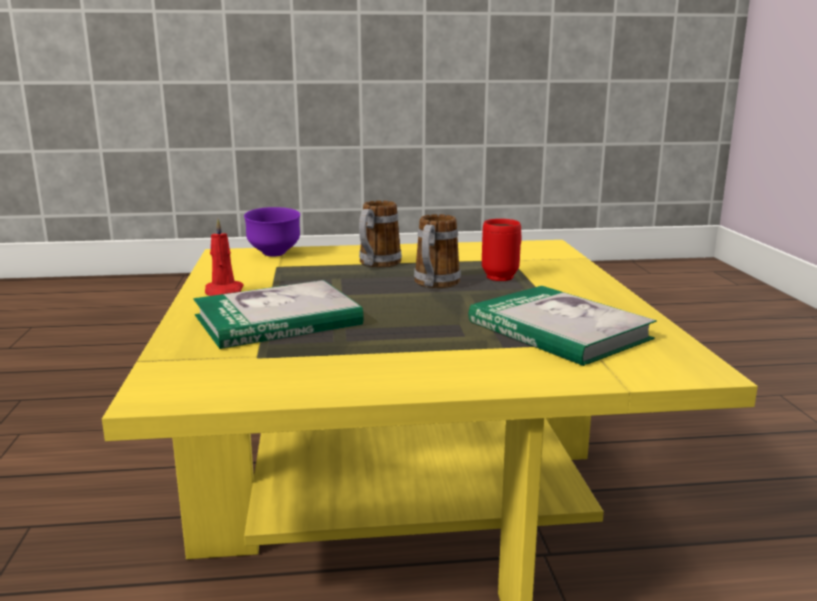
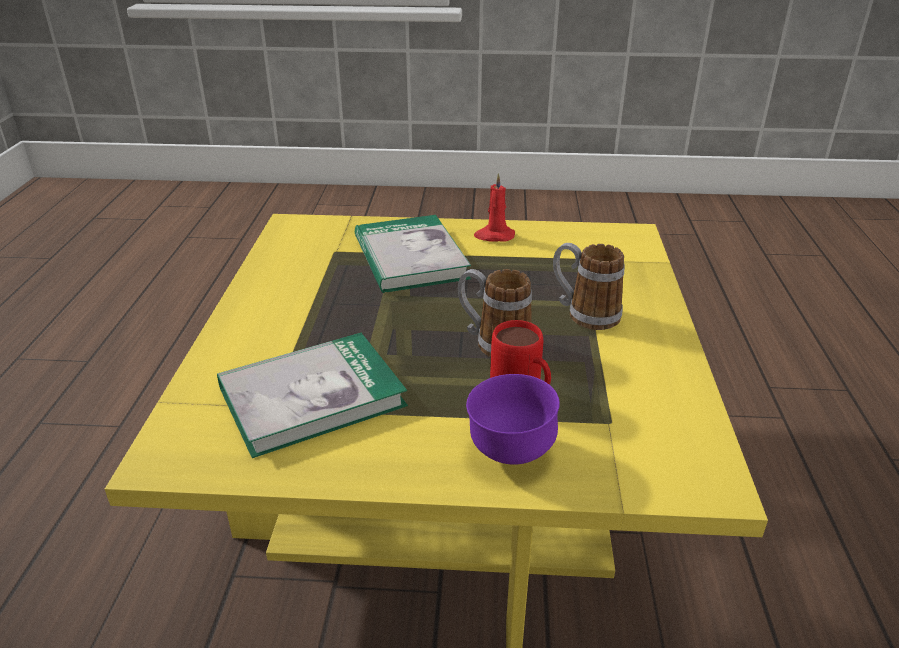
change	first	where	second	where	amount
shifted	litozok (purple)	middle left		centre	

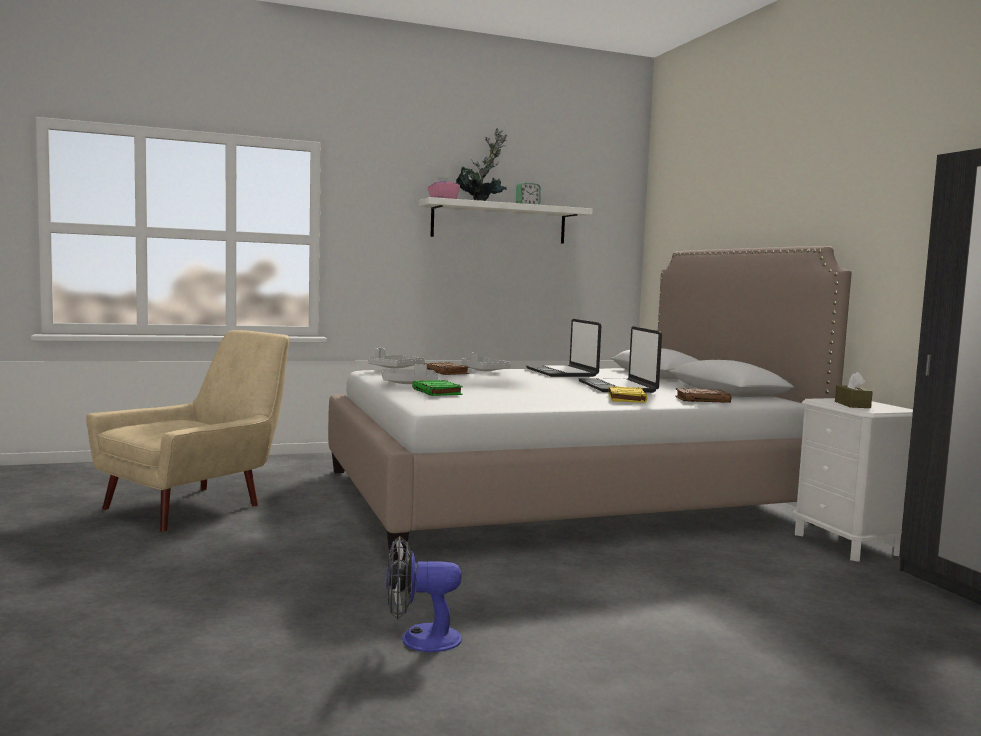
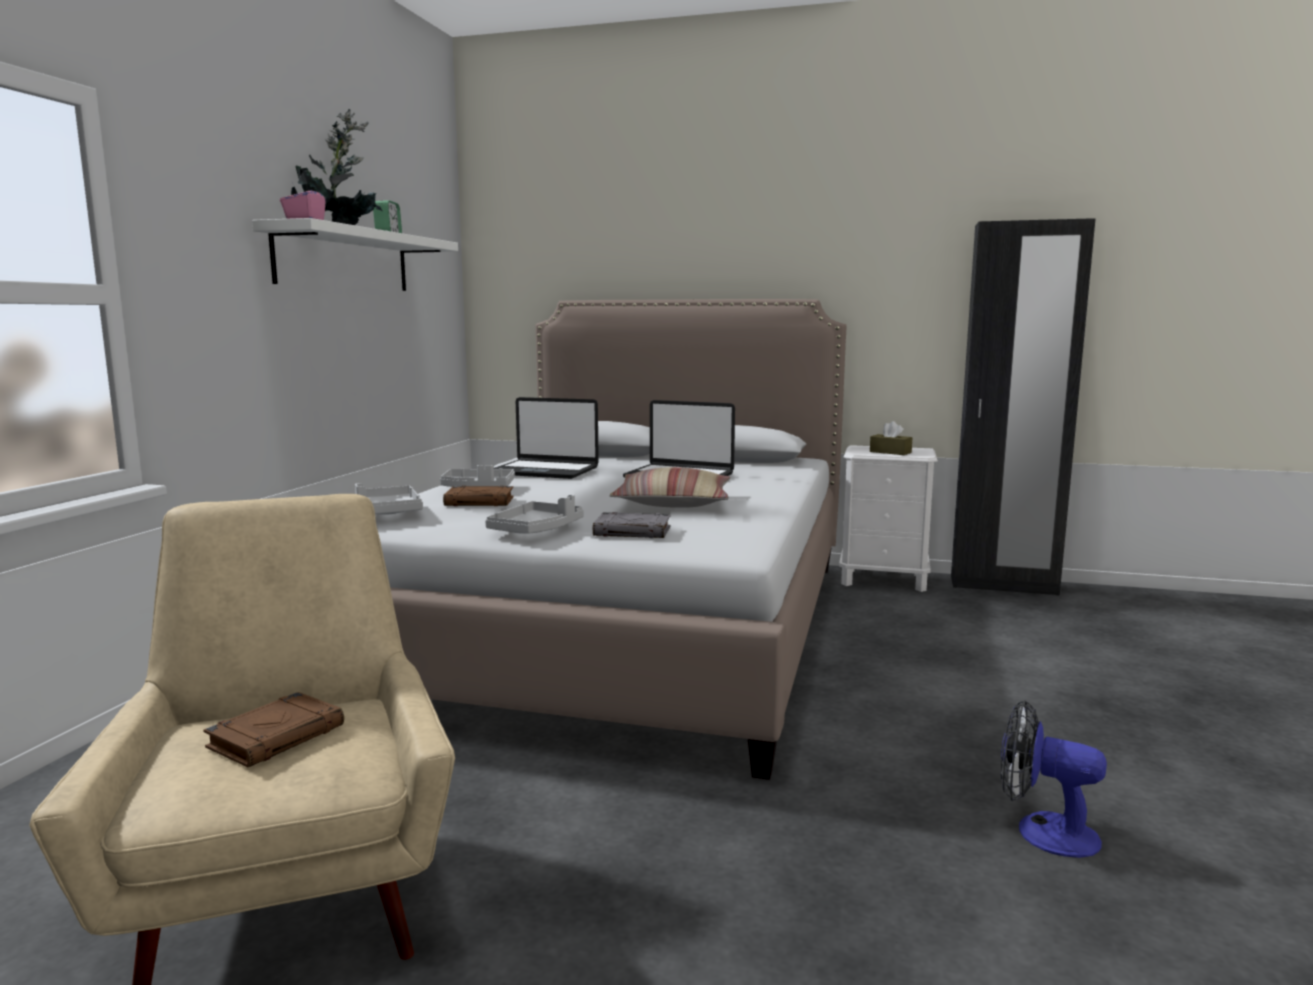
change	first	where	second	where	amount
gone	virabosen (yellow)	centre			
new			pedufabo	centre	
shifted	virabosen (brown) (no. 2 from left in the first image)	middle right	virabosen (brown) (no. 1 from left)	bottom left	
repainted	virabosen (green)	centre	virabosen (grey)	centre	
rotated	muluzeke	bottom centre		bottom right	90 degrees clockwise

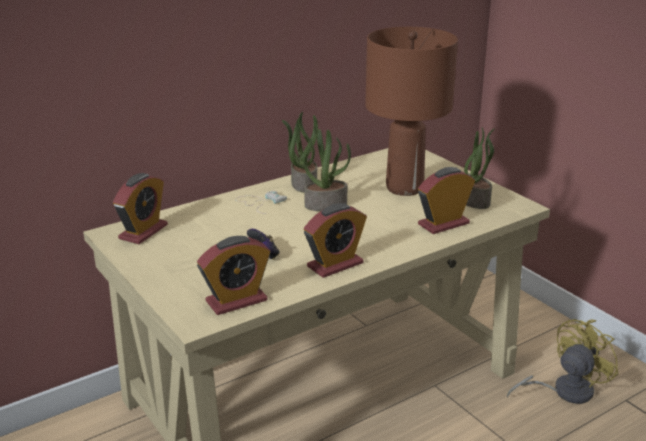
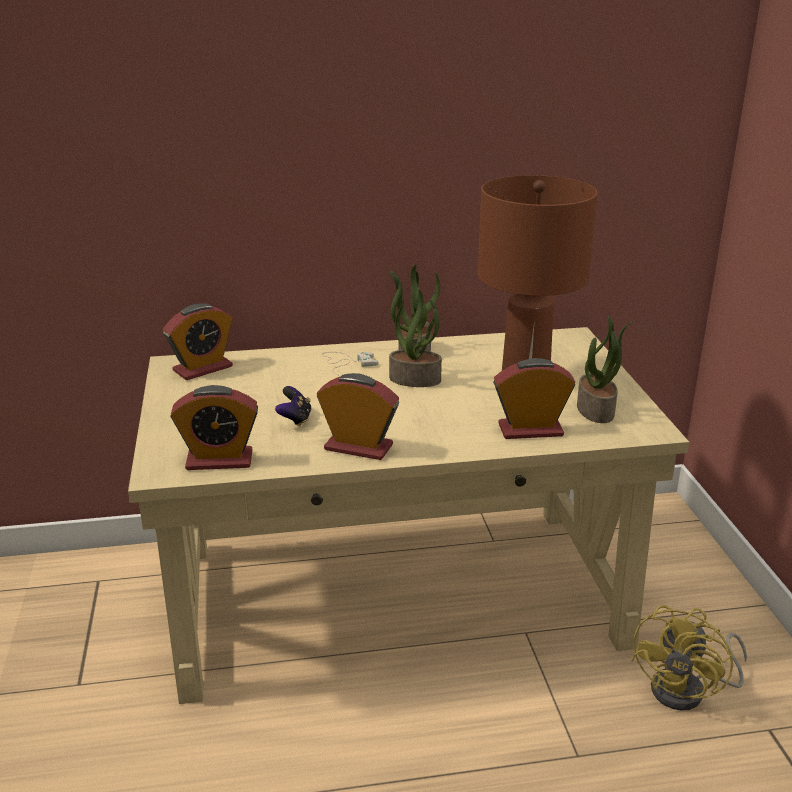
change	first	where	second	where	amount
rotated	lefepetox (no. 3 from left)	centre		centre	150 degrees counterclockwise
rotated	muluzeke (yellow)	bottom right		bottom right	135 degrees clockwise

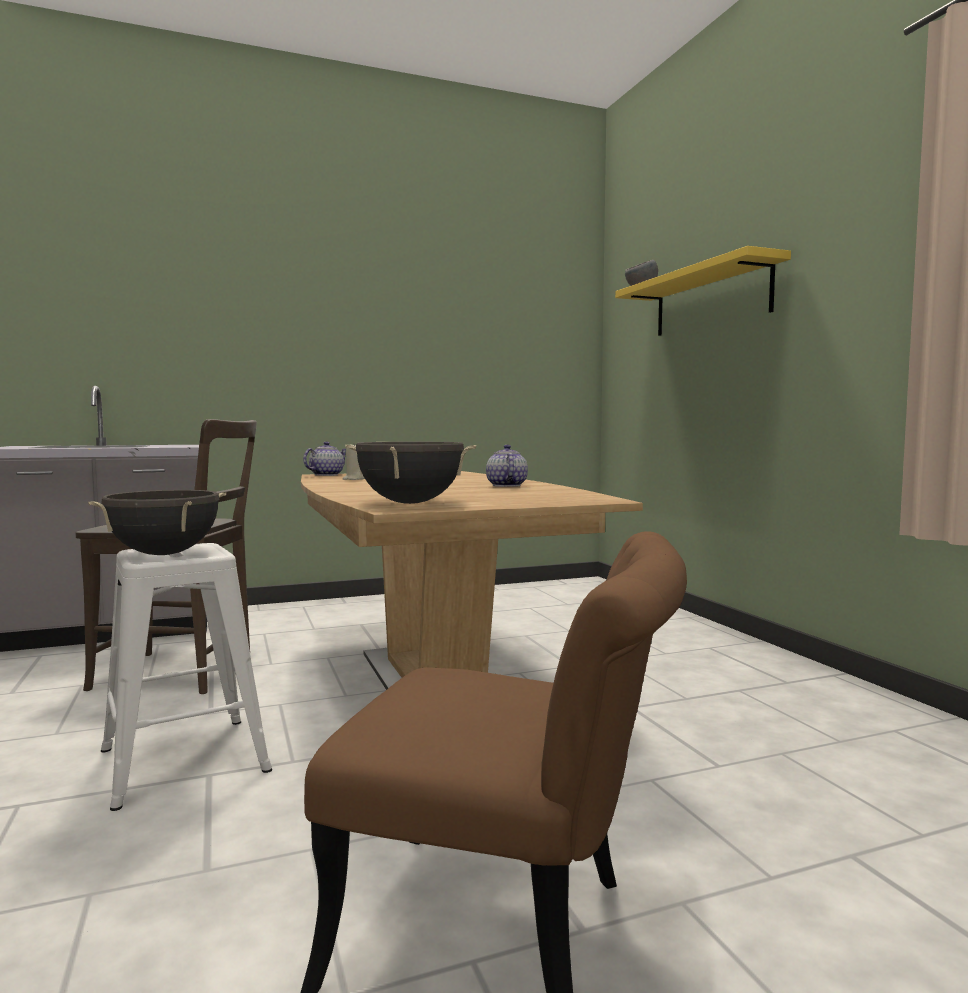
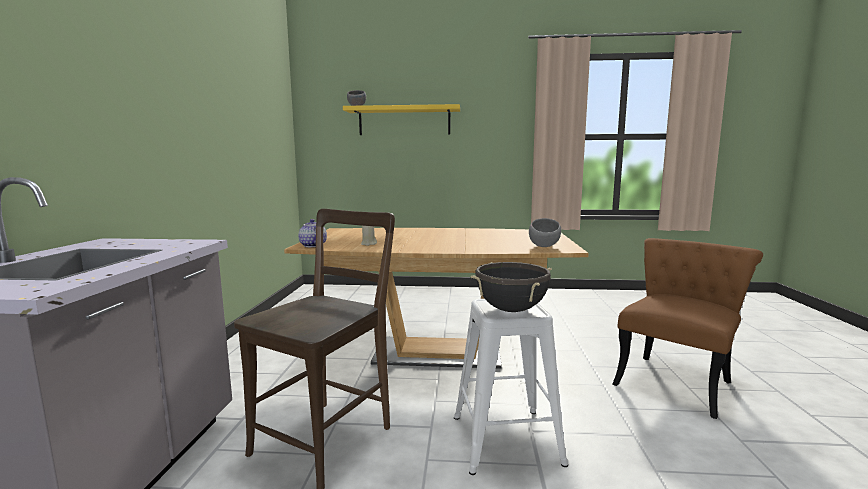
change	first	where	second	where	amount
gone	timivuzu (no. 2 from left)	centre			
swapped	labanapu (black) (no. 2 from left)	centre	litozok (grey) (no. 2 from left)	centre	

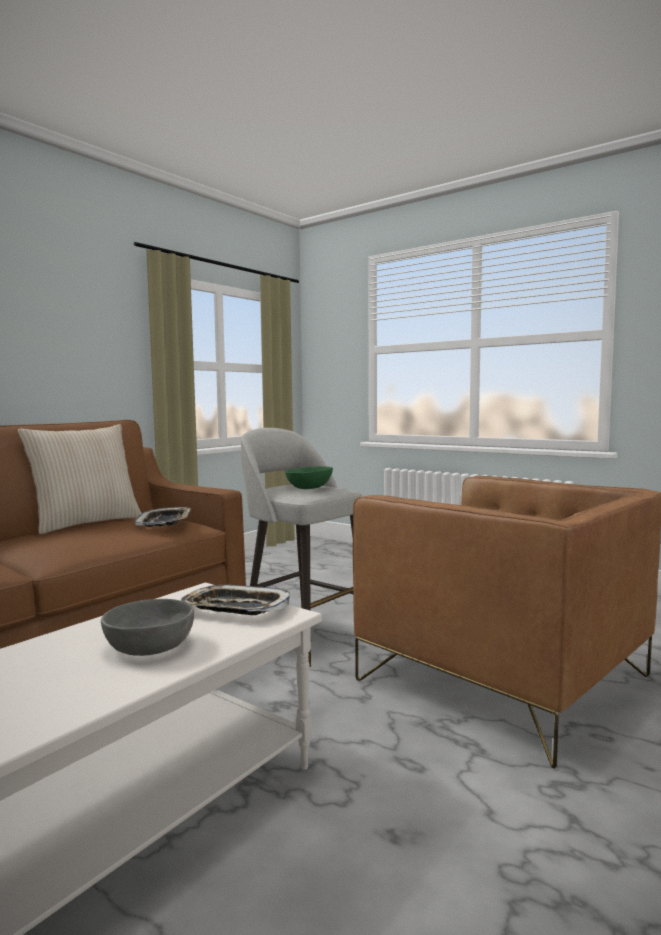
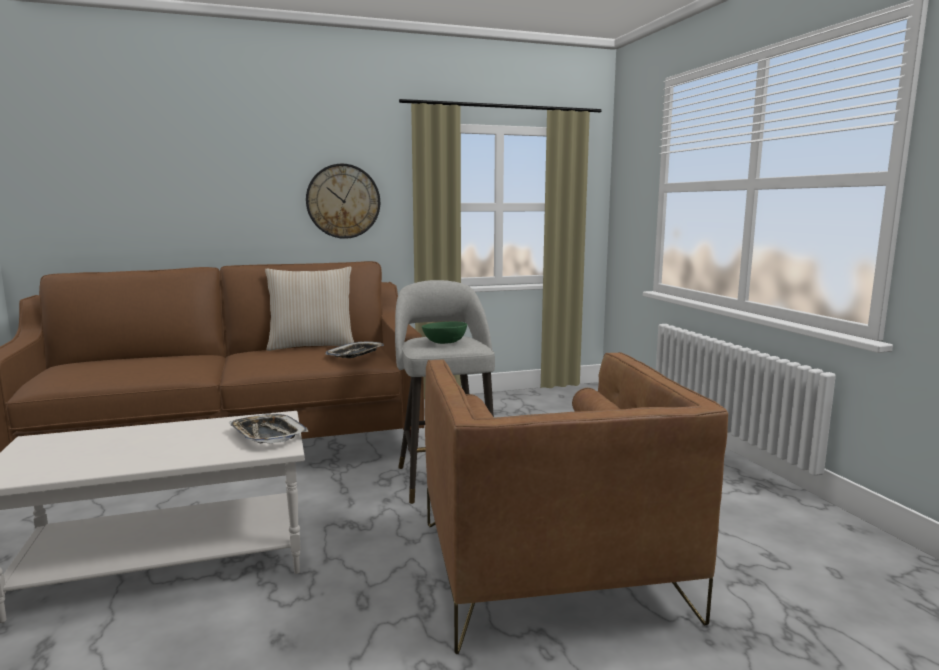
change	first	where	second	where	amount
gone	litozok (grey)	bottom left			
new			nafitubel	top centre	

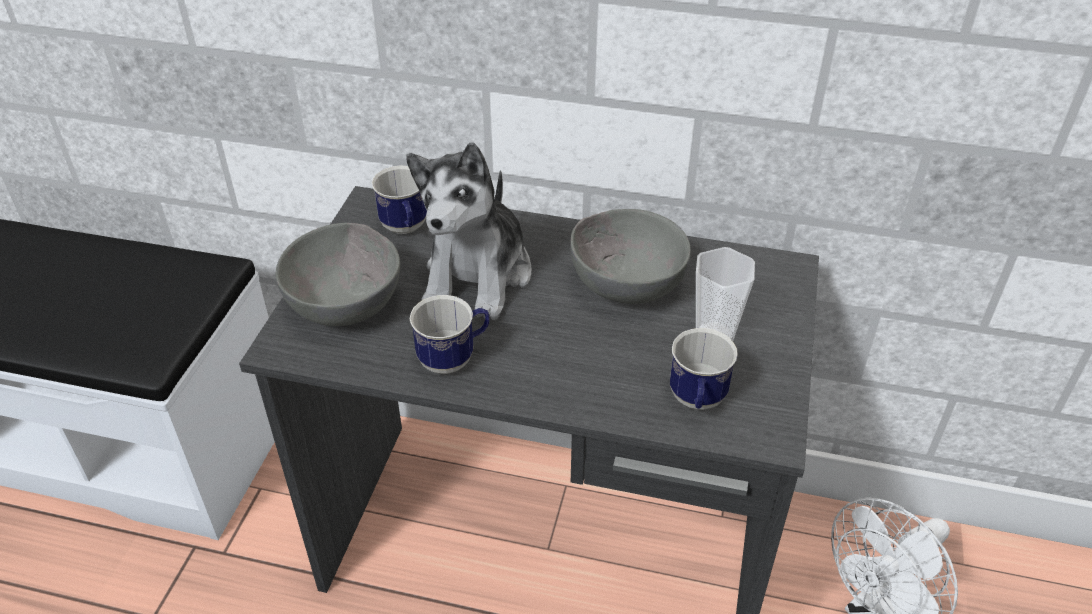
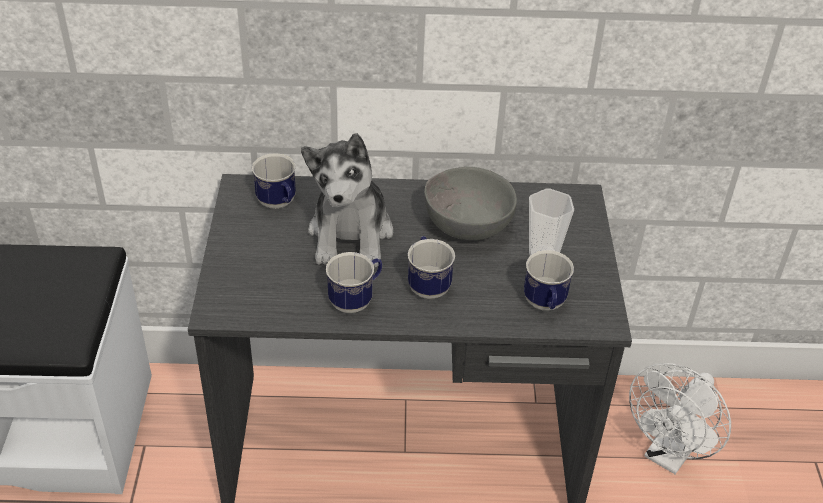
change	first	where	second	where	amount
gone	litozok (grey) (no. 1 from left)	middle left			
new			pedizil (no. 3 from left)	centre	

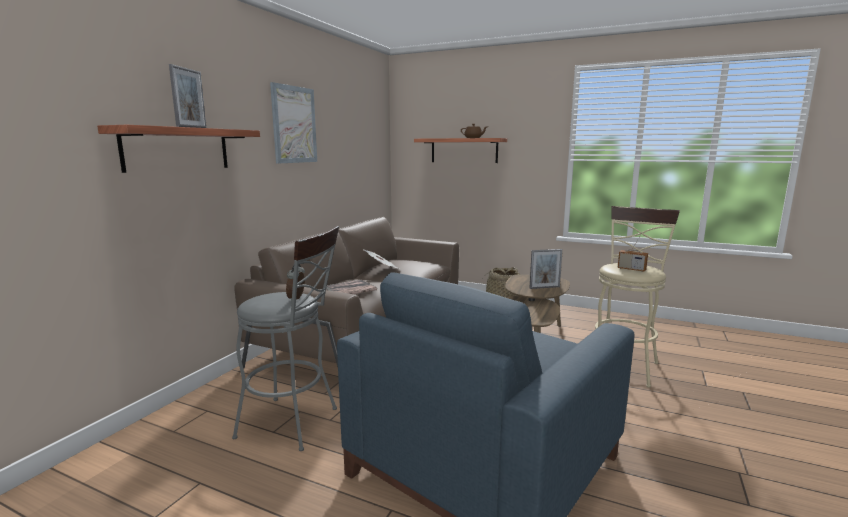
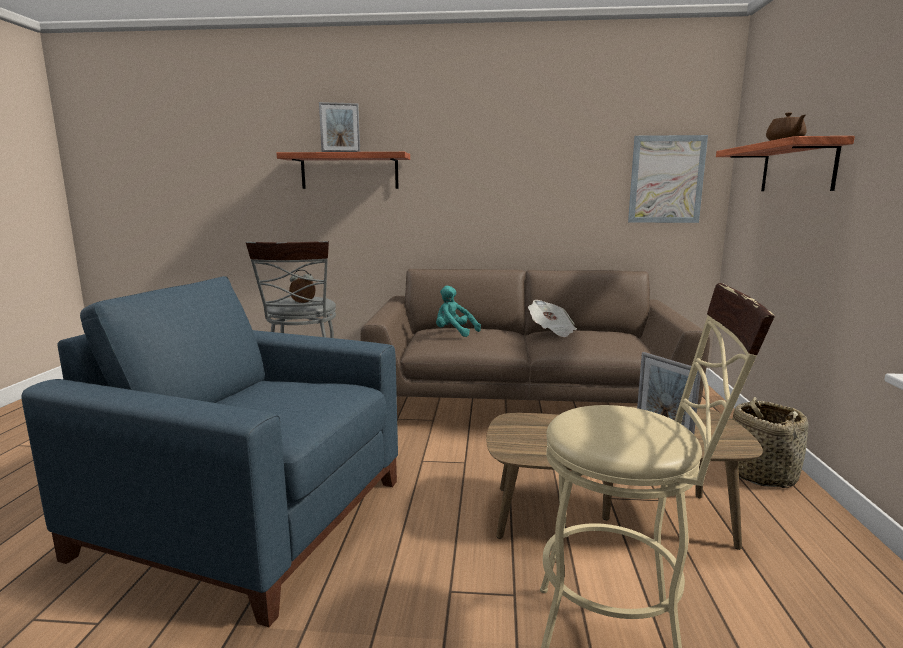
change	first	where	second	where	amount
gone	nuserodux	middle right			
shifted	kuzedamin	top centre		top right	
swapped	virabosen	centre	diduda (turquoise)	centre	

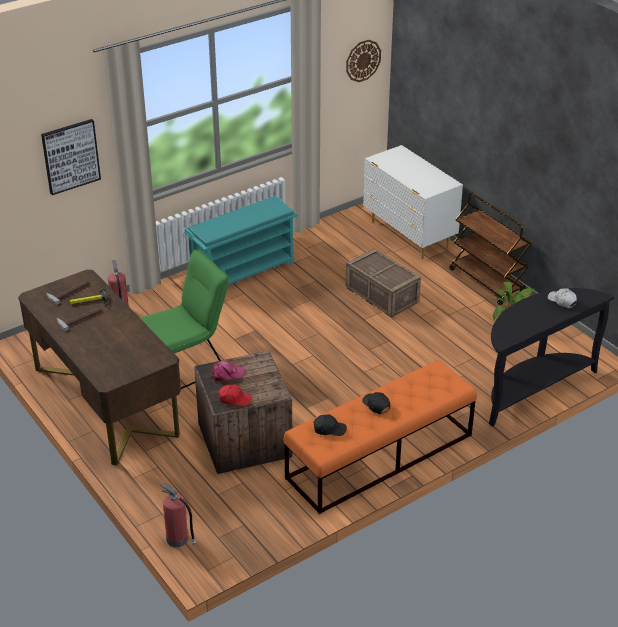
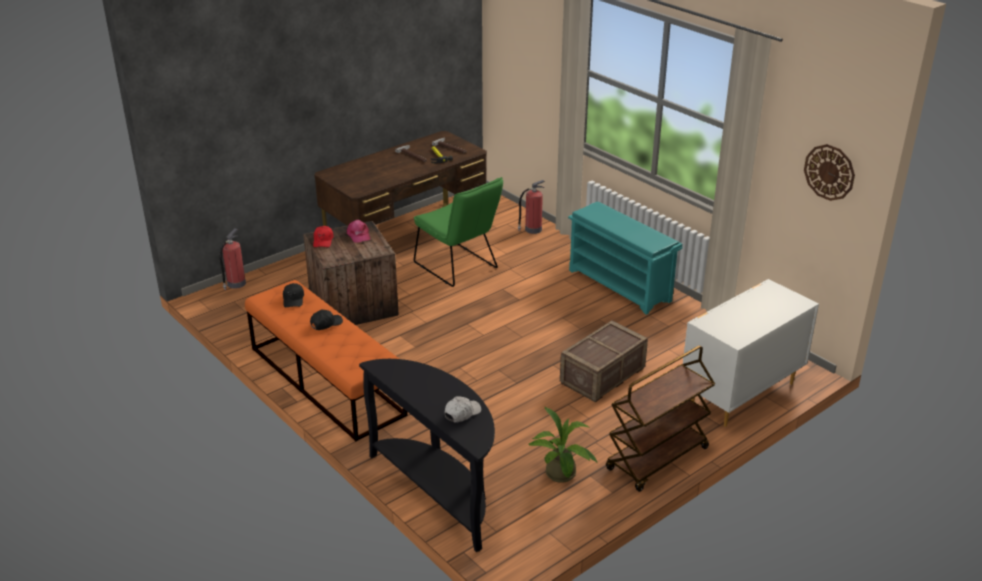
change	first	where	second	where	amount
gone	kuzedamin	top left			

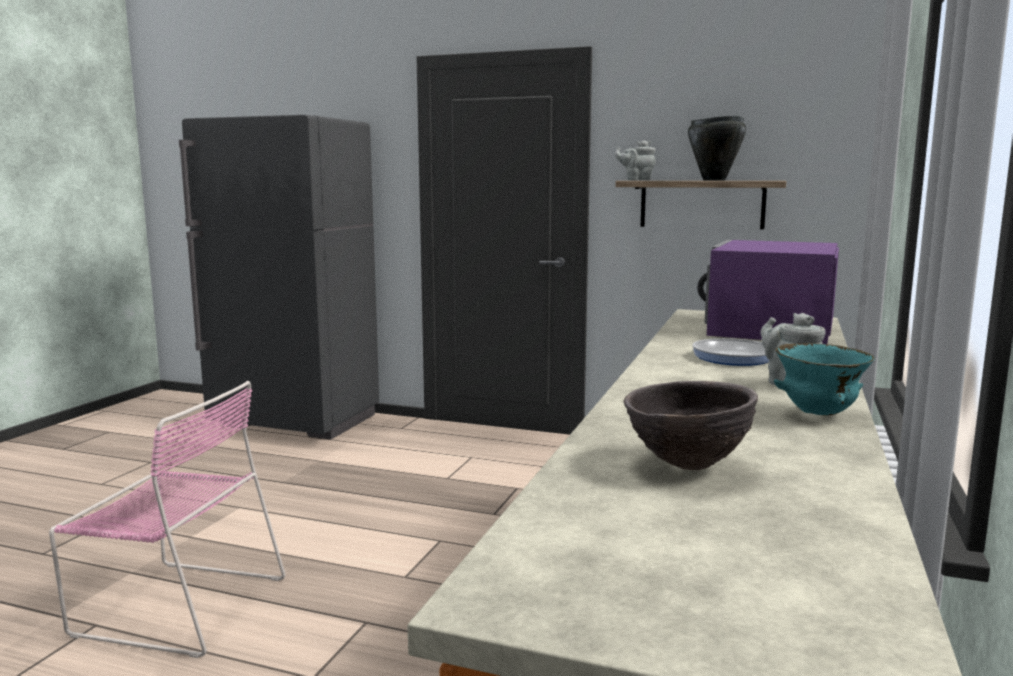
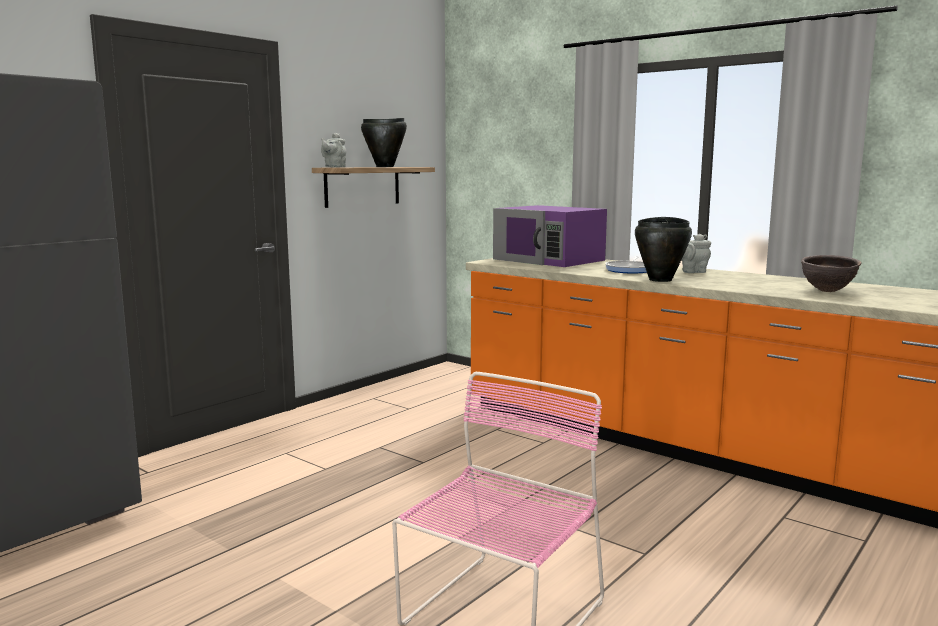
change	first	where	second	where	amount
gone	litozok (turquoise)	middle right			
new			labanapu (black) (no. 2 from left)	middle right	

